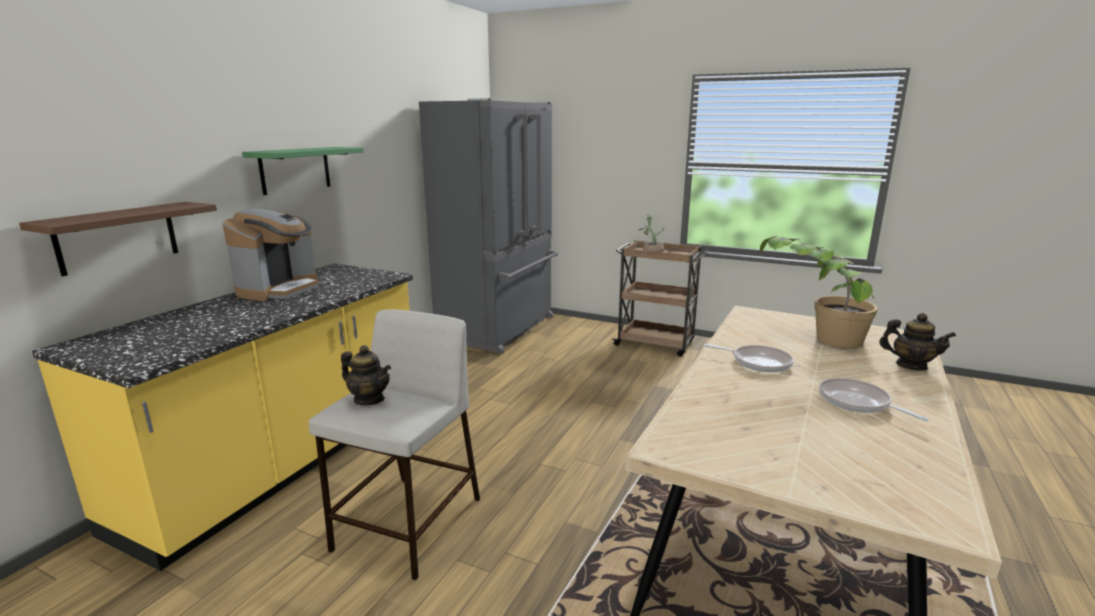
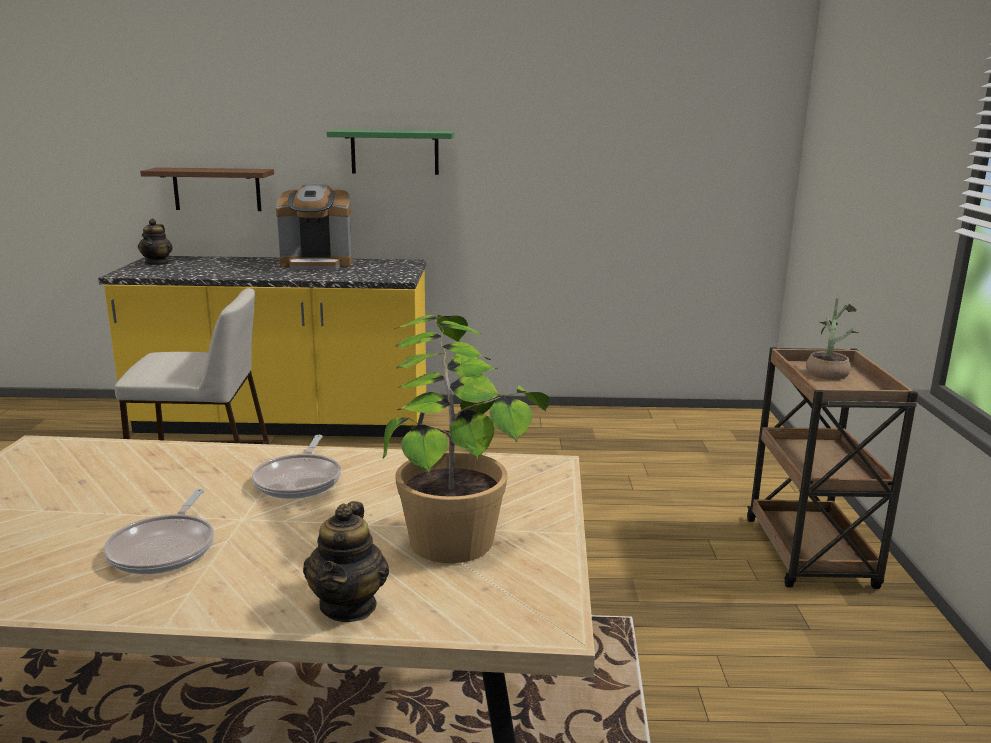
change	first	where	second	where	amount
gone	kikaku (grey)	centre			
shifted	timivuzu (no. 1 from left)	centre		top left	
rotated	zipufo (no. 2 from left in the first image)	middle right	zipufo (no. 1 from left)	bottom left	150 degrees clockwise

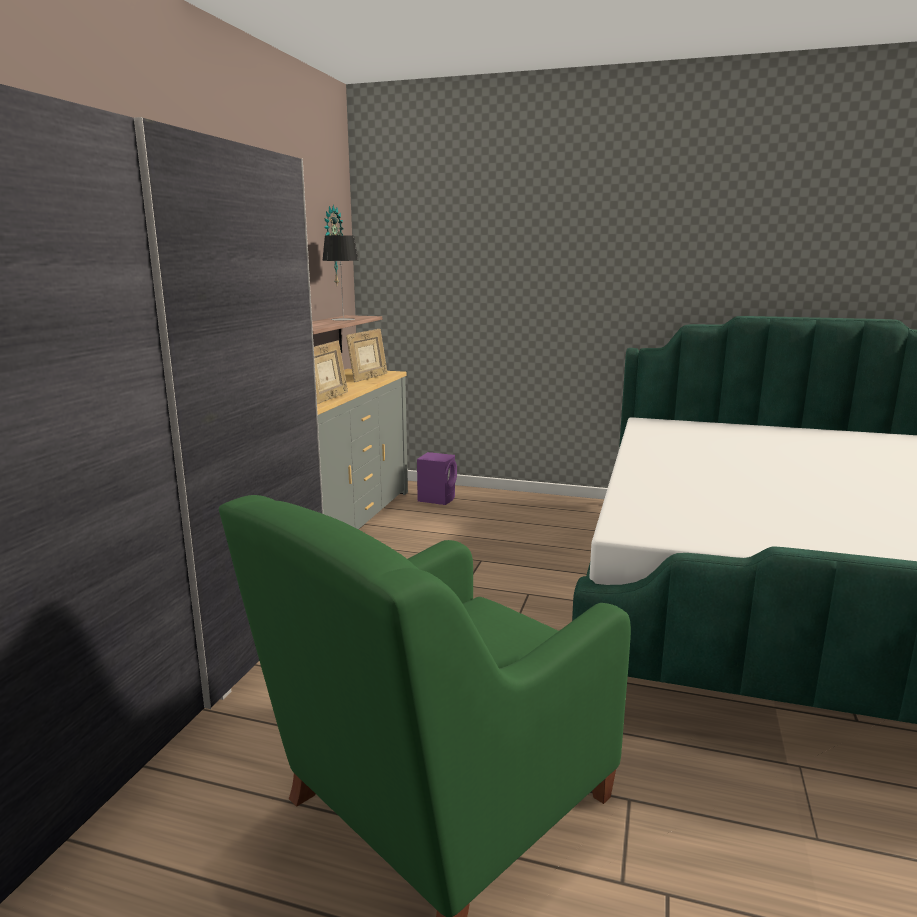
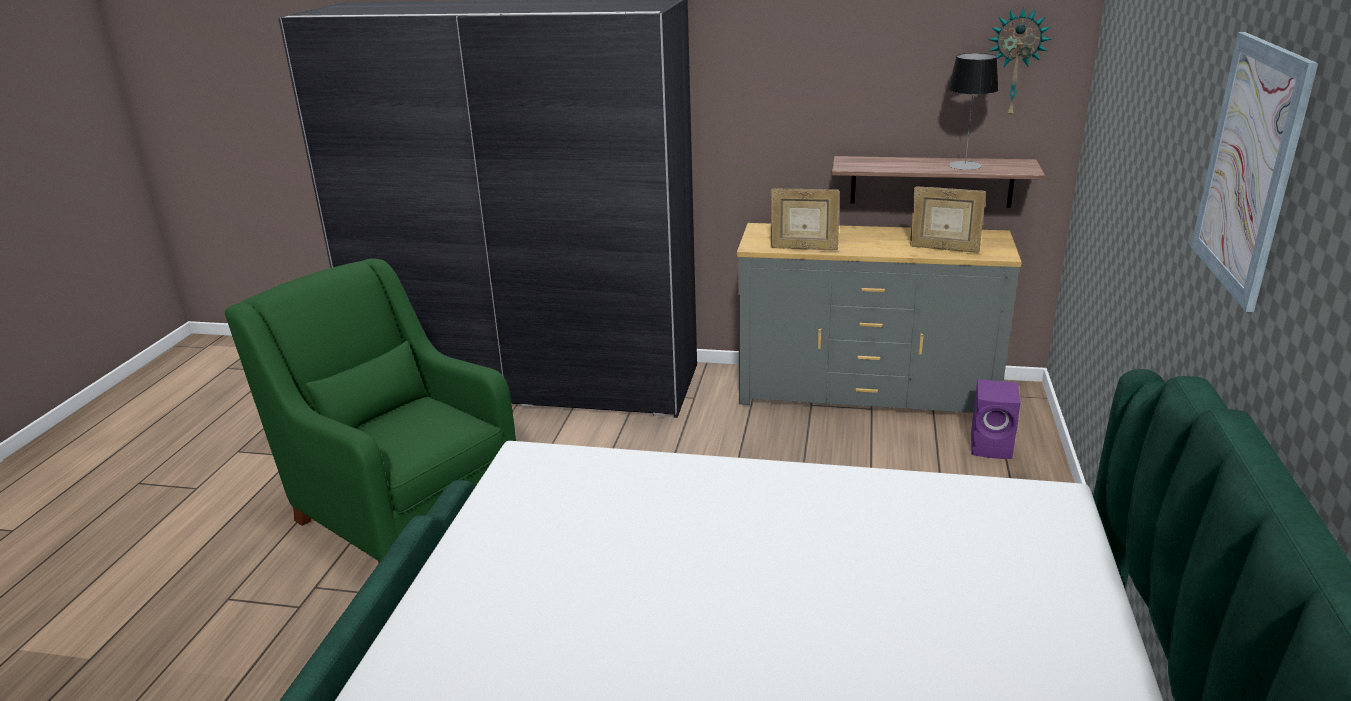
change	first	where	second	where	amount
new			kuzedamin	top right	

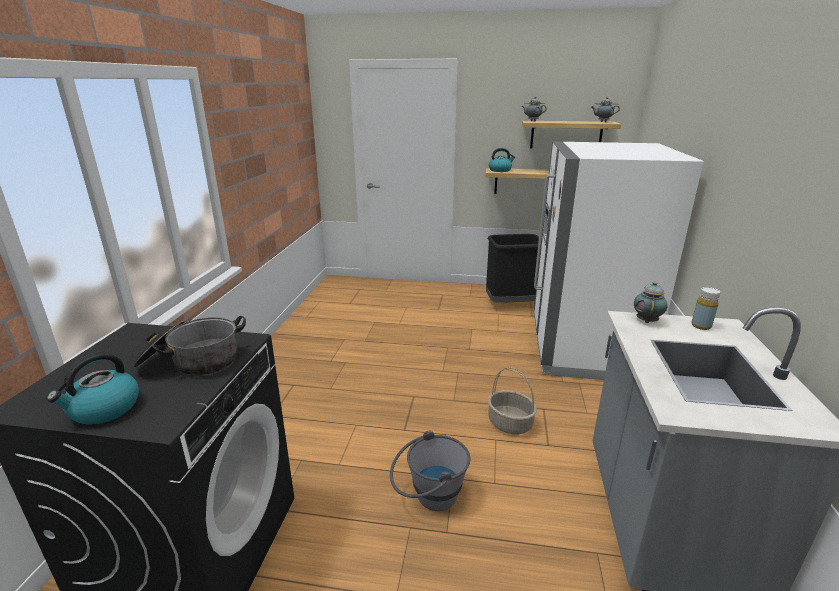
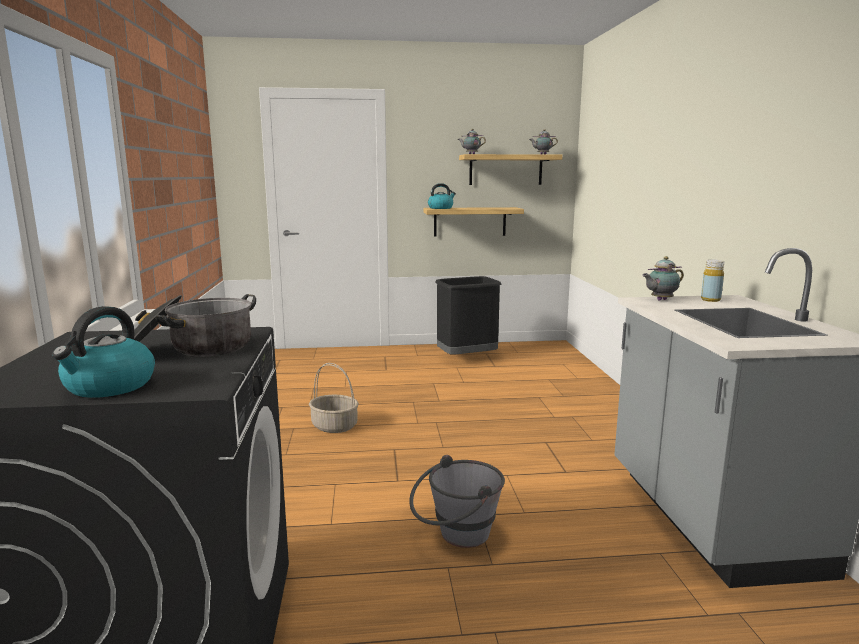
change	first	where	second	where	amount
gone	kikaku (white)	middle right			
shifted	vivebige	bottom centre		centre	
rotated	timivuzu (no. 3 from left)	middle right		middle right	120 degrees counterclockwise

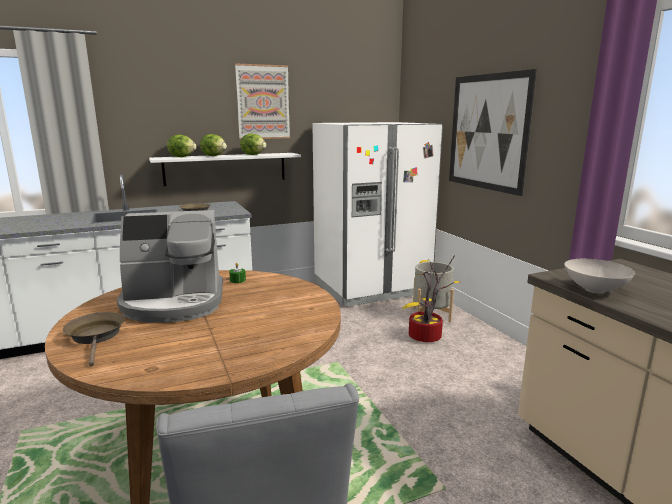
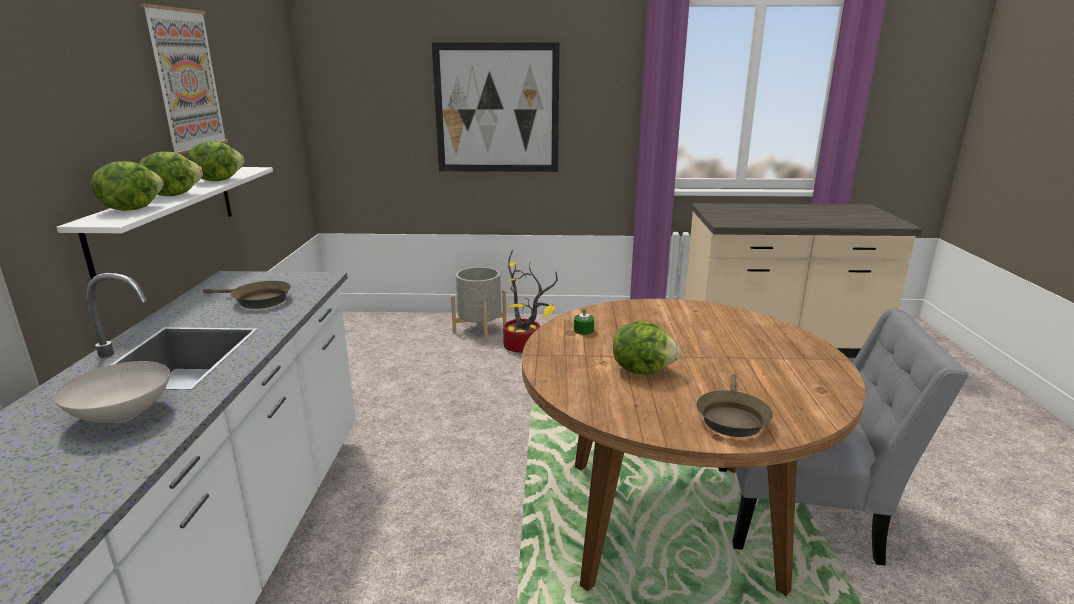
change	first	where	second	where	amount
gone	kikaku (white)	centre			
shifted	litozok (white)	middle right		middle left	
swapped	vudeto	middle left	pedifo (no. 4 from left)	centre	
rotated	zipufo (brown) (no. 1 from left in the first image)	bottom left	zipufo (brown) (no. 2 from left)	bottom right	75 degrees counterclockwise

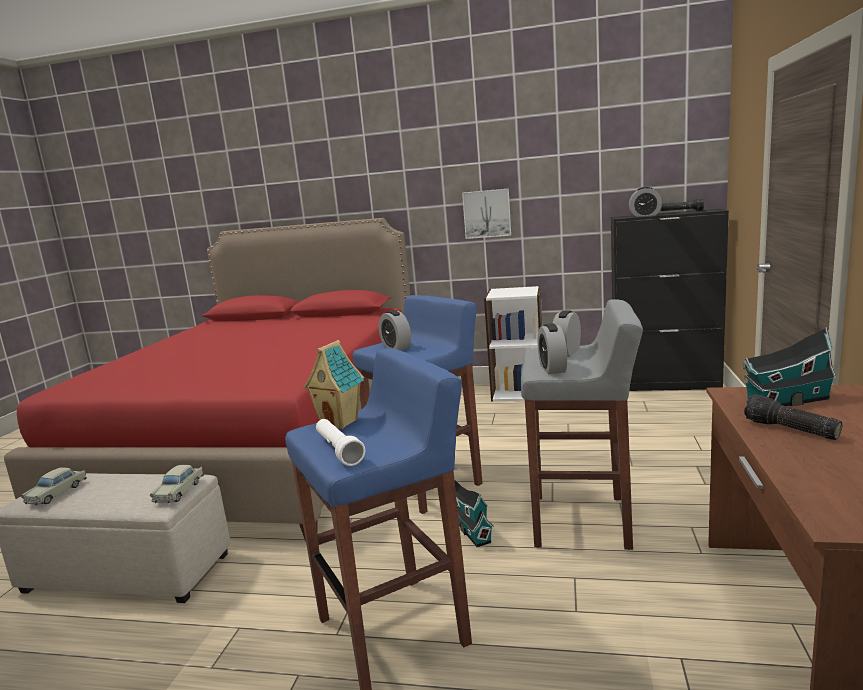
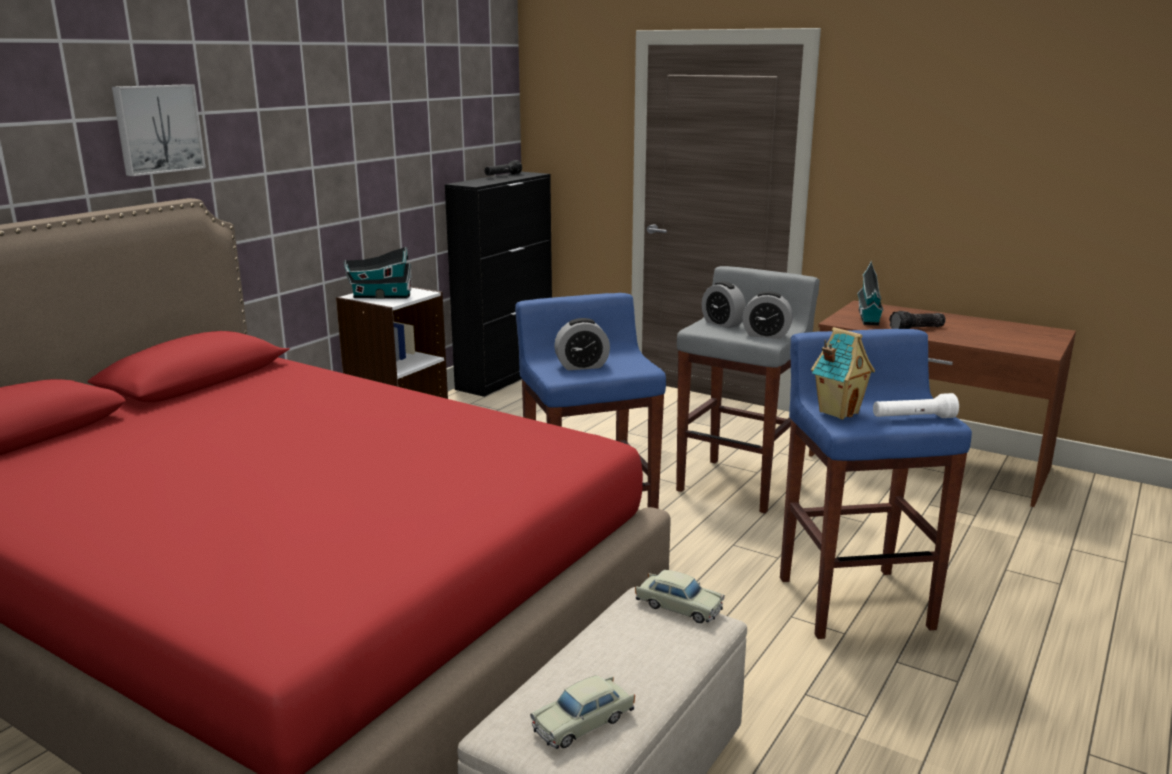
change	first	where	second	where	amount
gone	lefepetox (no. 4 from left)	top right			
shifted	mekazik (no. 2 from left in the first image)	bottom centre	mekazik (no. 1 from left)	middle left	
shifted	kuzedamin	top centre		top left	
rotated	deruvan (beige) (no. 1 from left)	bottom left		bottom centre	105 degrees clockwise

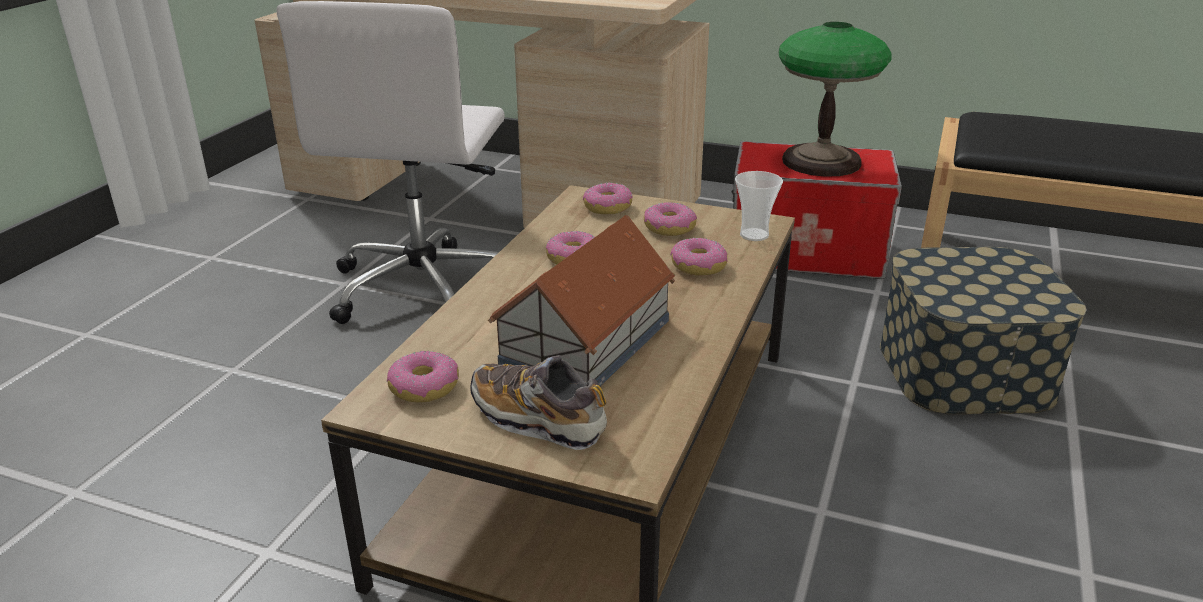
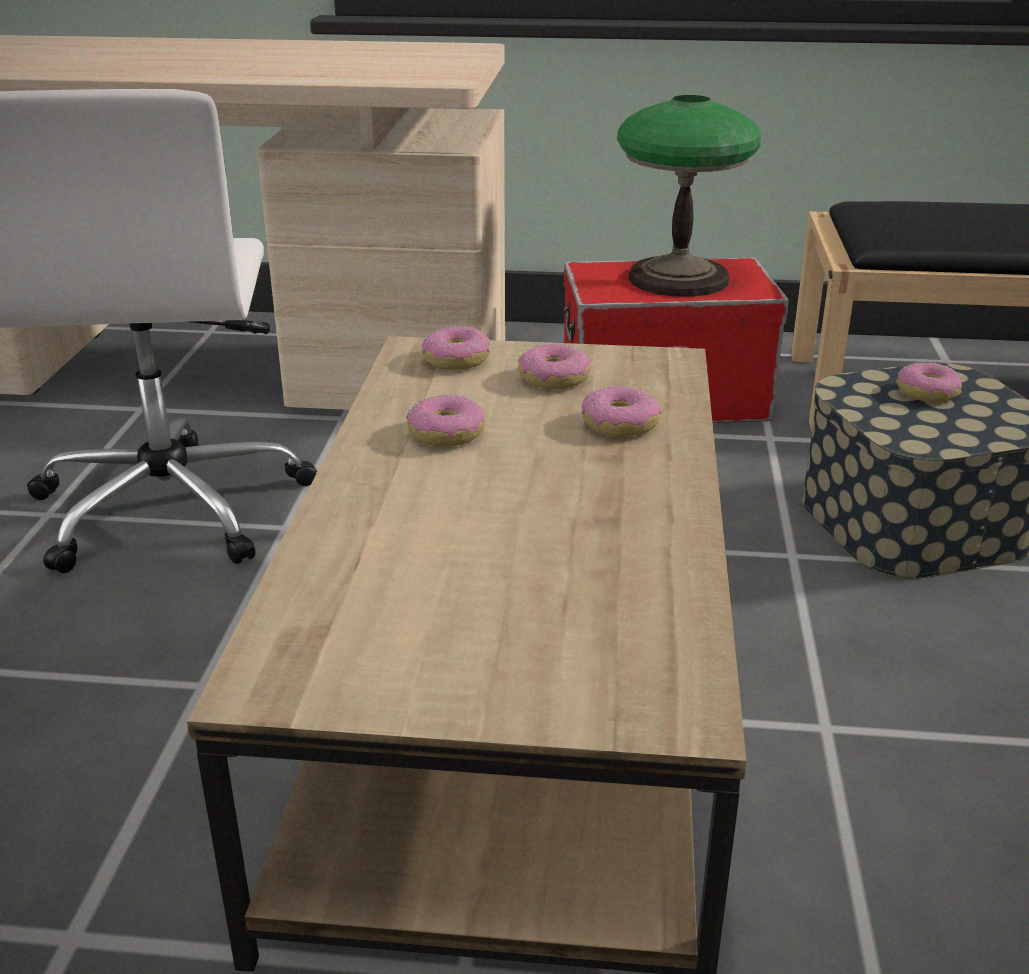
change	first	where	second	where	amount
gone	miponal	bottom centre			
gone	mekazik	centre			
gone	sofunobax	centre			
shifted	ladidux (no. 1 from left in the first image)	centre	ladidux (no. 5 from left)	middle right	

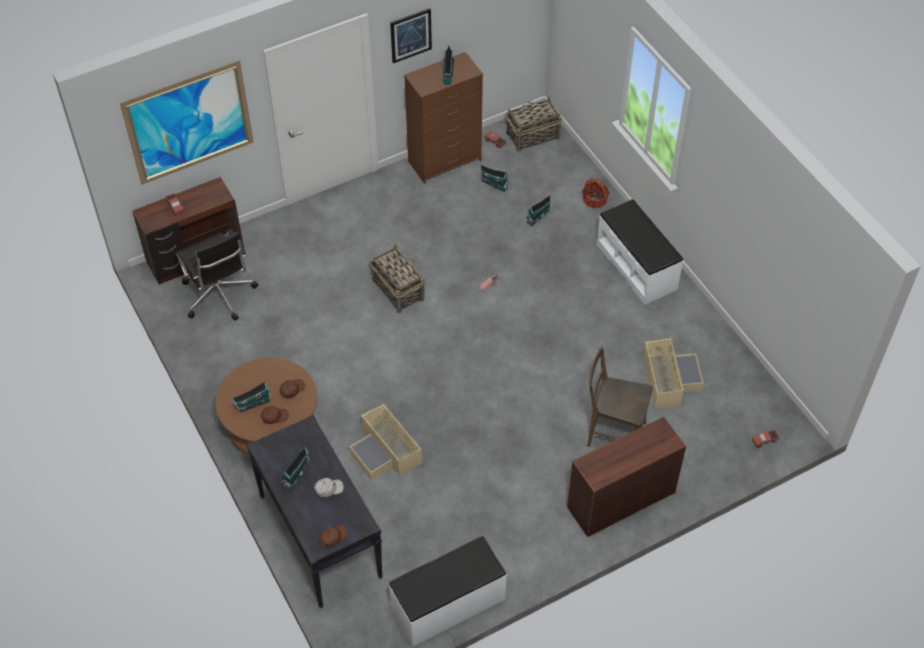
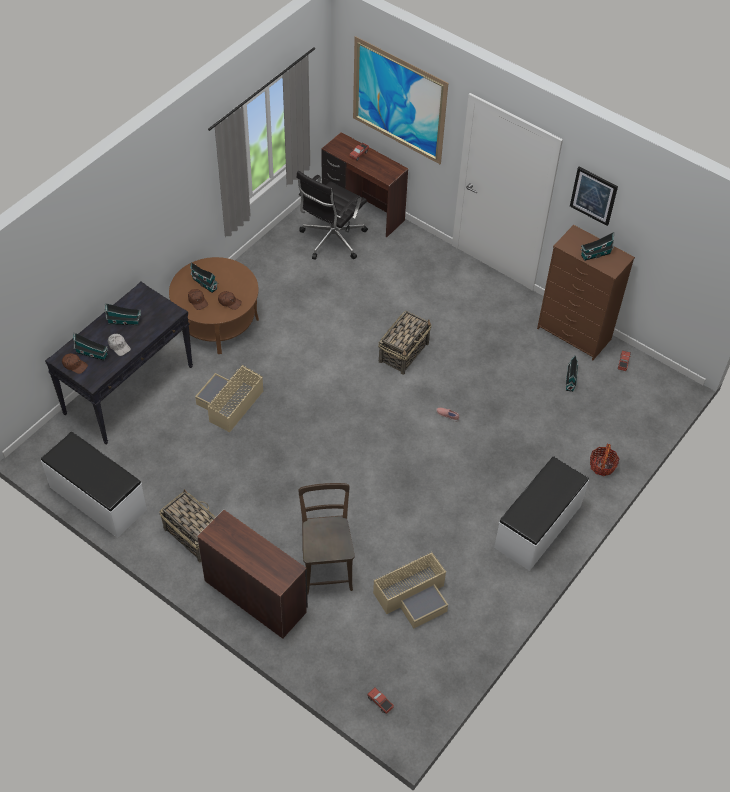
change	first	where	second	where	amount
shifted	vivebige (no. 2 from left in the first image)	top centre	vivebige (no. 1 from left)	middle left	
shifted	mekazik (no. 5 from left in the first image)	top centre	mekazik (no. 1 from left)	middle left	

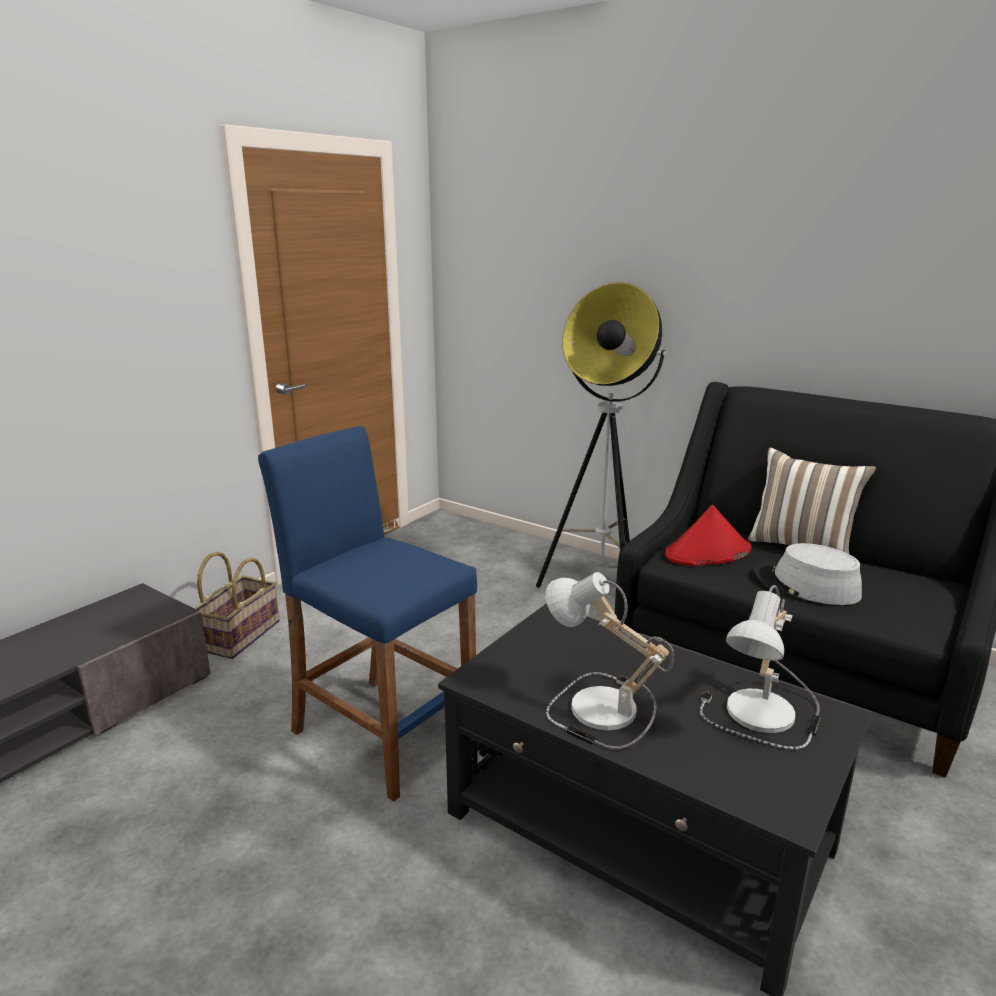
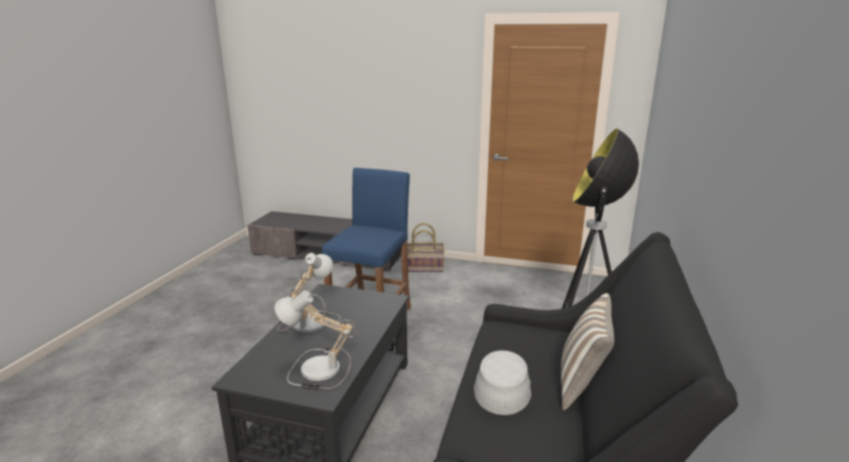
change	first	where	second	where	amount
gone	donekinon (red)	middle right			

